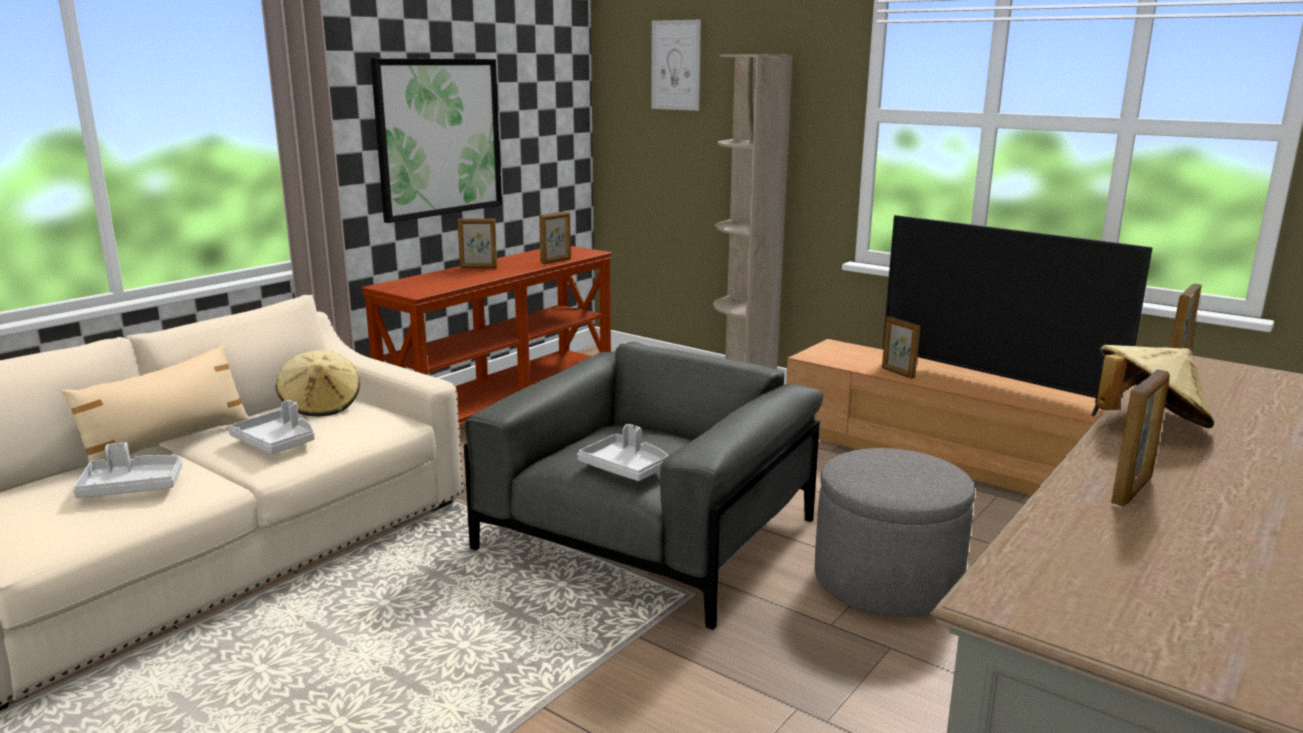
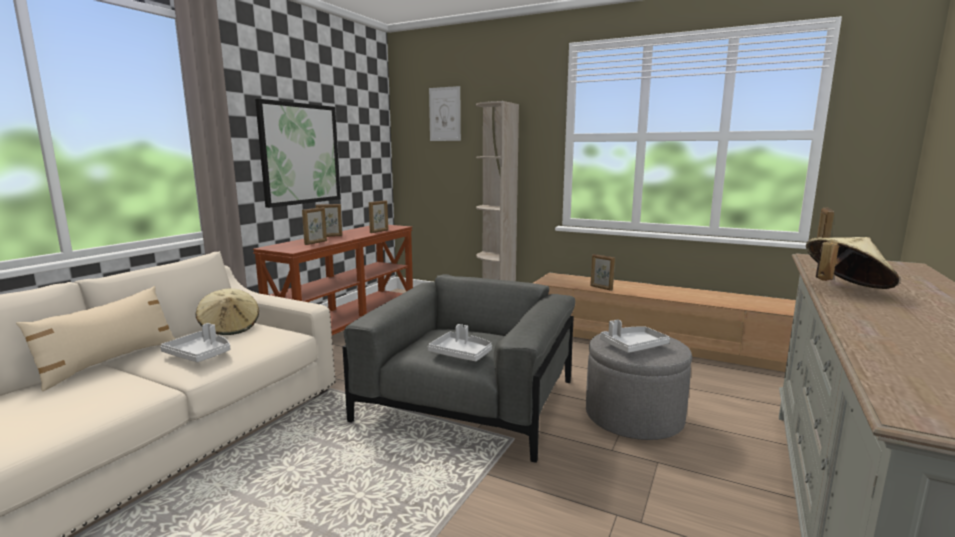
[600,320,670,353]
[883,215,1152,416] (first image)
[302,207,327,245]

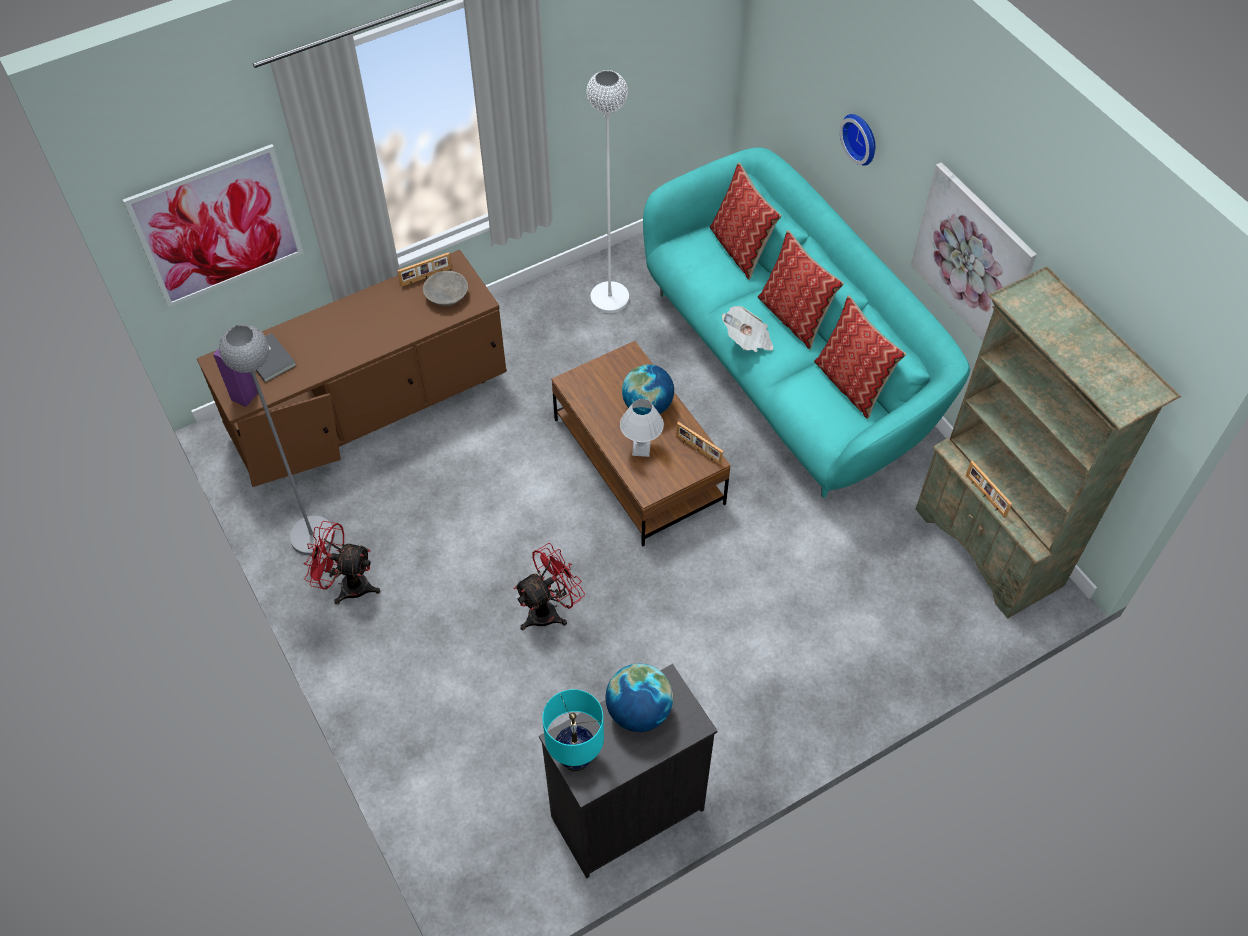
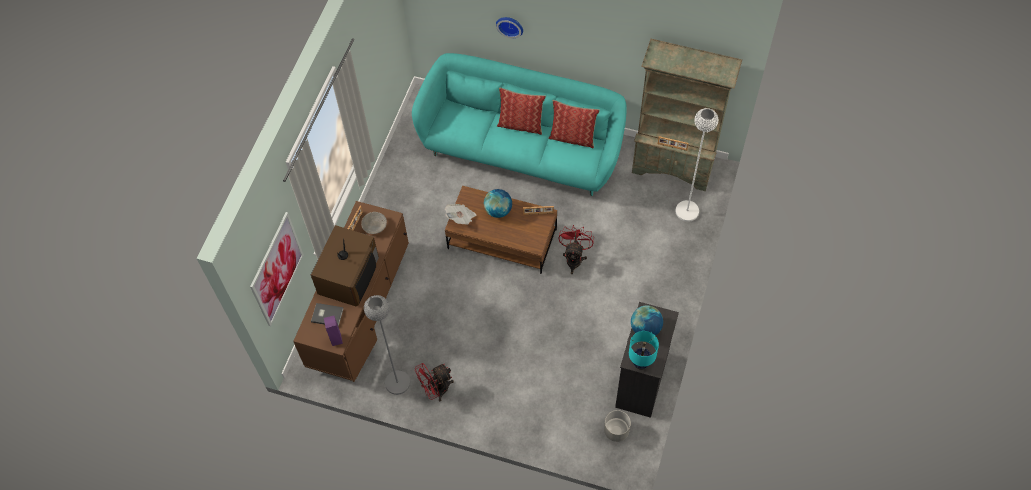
[559,225,594,274]
[676,108,718,222]
[620,399,664,457] (first image)
[710,163,782,280] (first image)
[445,204,476,225]
[911,162,1037,340] (first image)
[311,225,379,306]
[604,410,631,442]

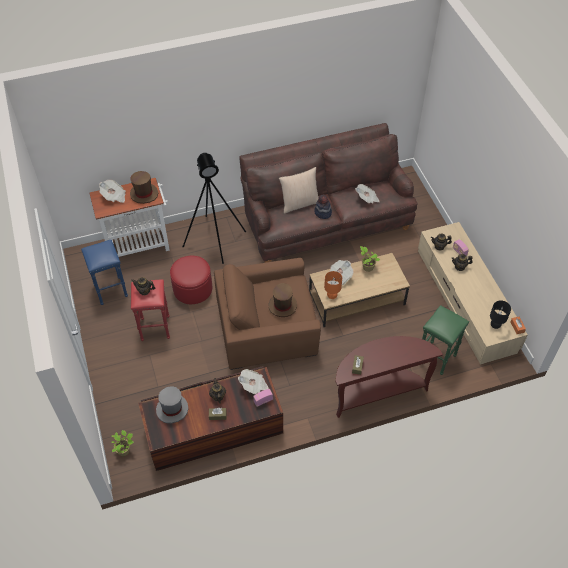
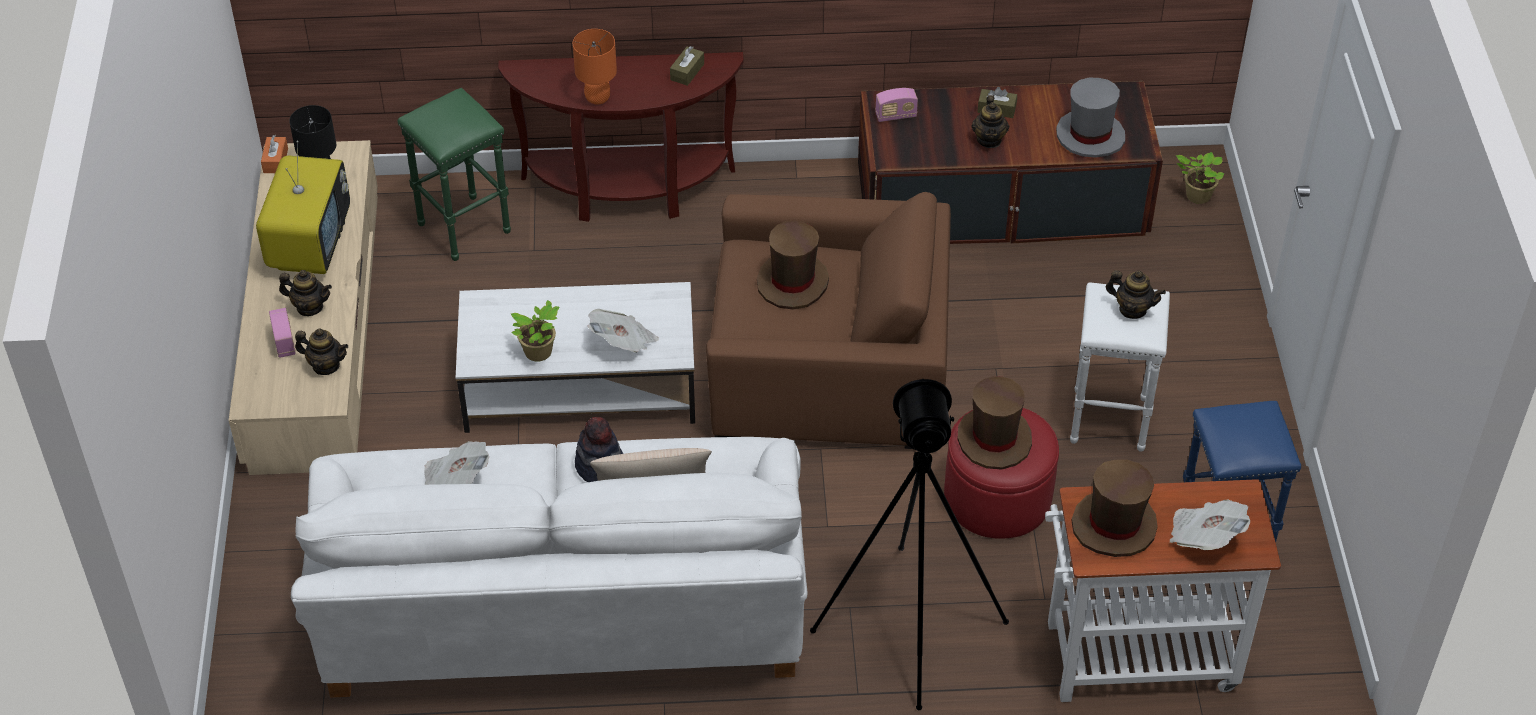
[1070,282,1170,452]
[238,369,269,394] (first image)
[291,437,808,698]
[456,282,695,433]
[573,29,617,105]
[256,141,350,274]
[957,376,1032,470]

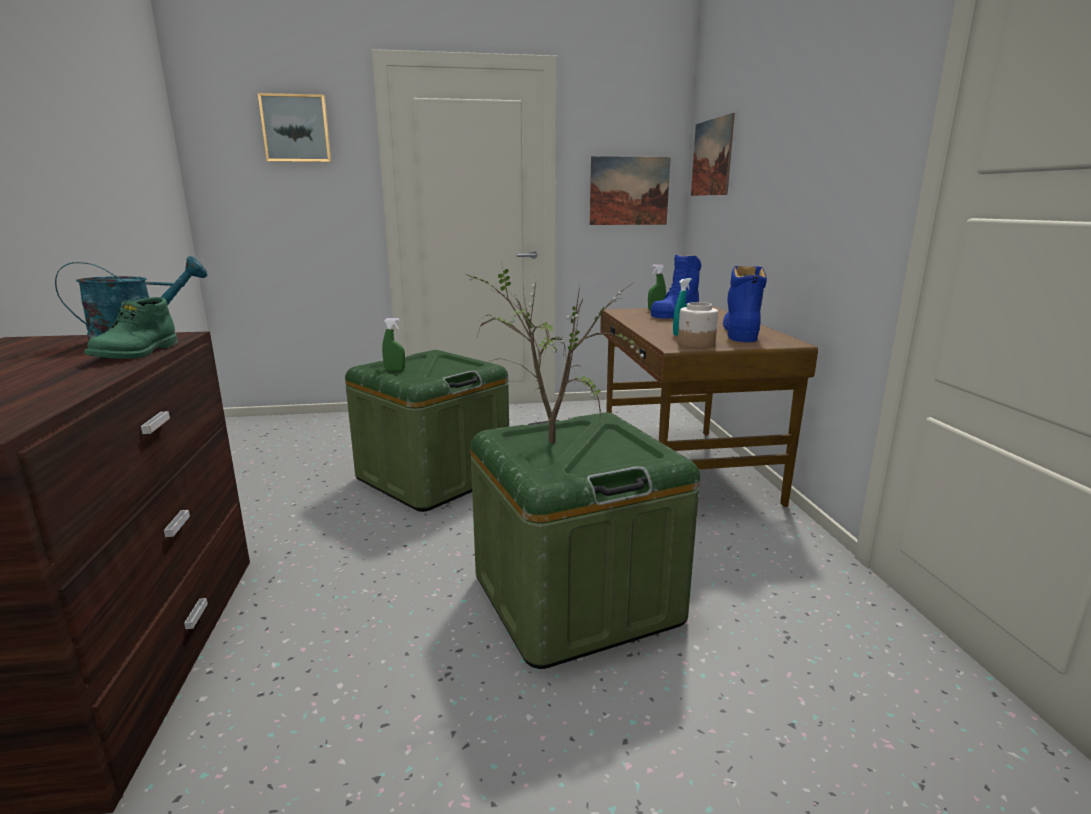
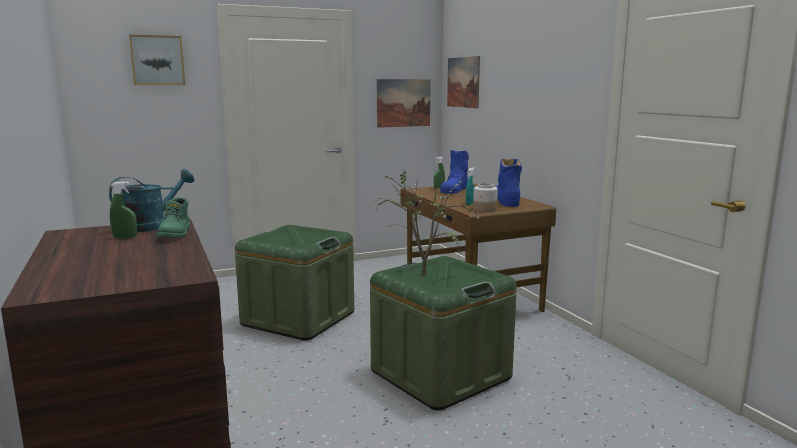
[110,181,137,238]

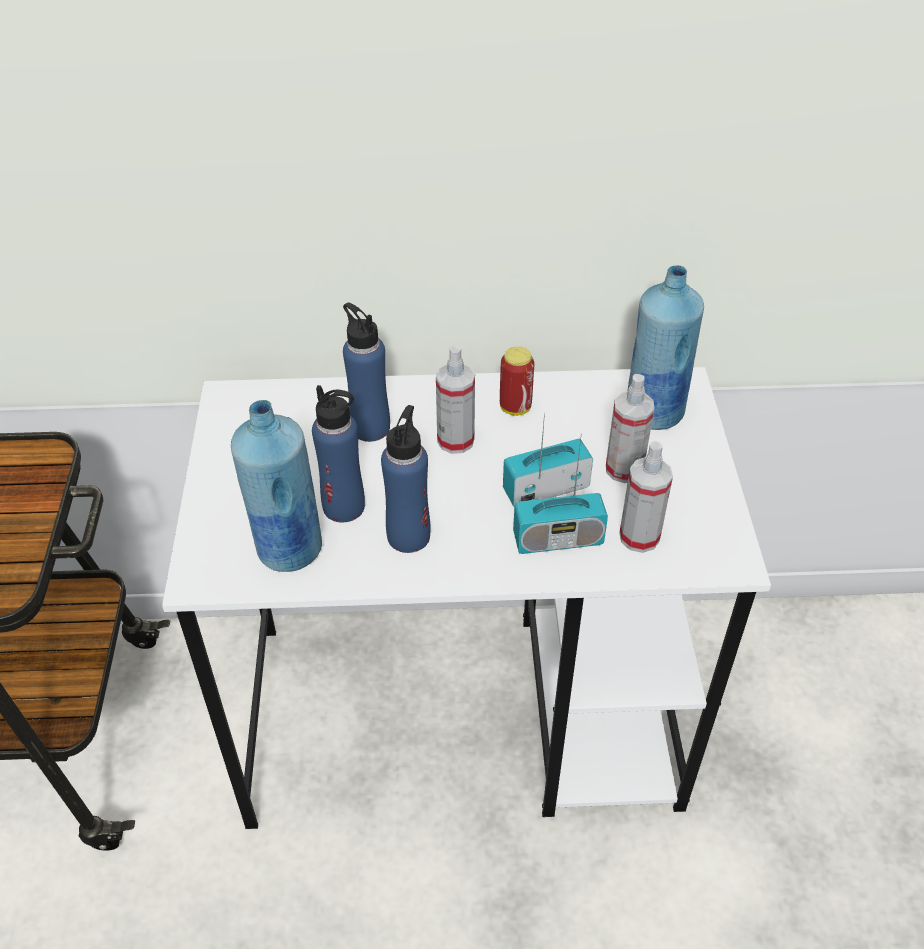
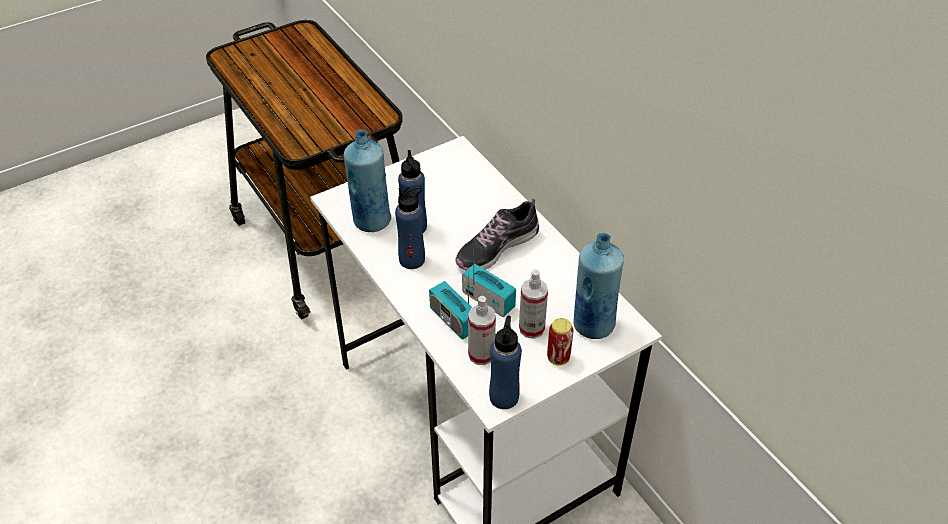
[489,316,522,409]
[455,198,539,270]
[547,318,573,366]

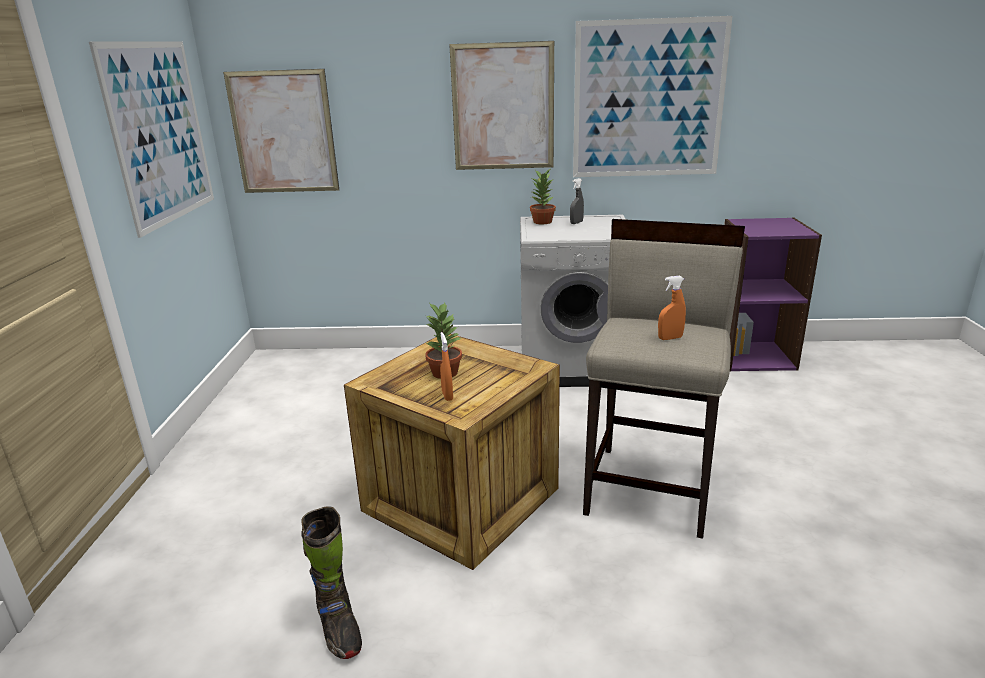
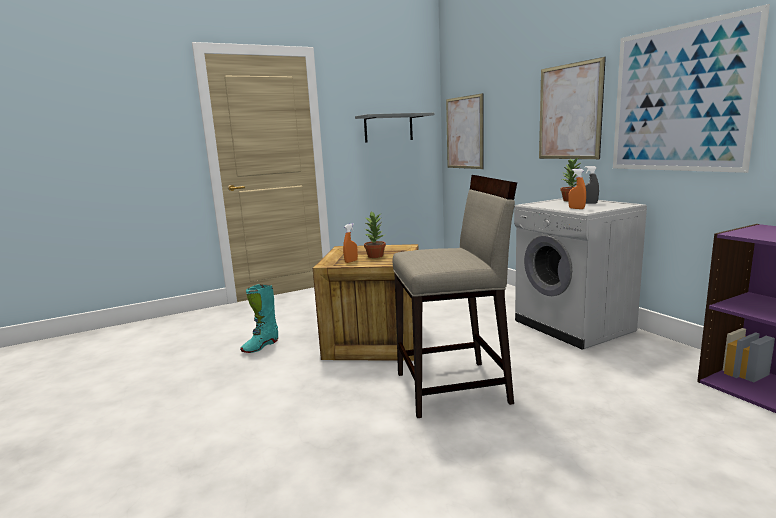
[355,113,434,142]
[240,284,278,353]
[568,169,586,209]

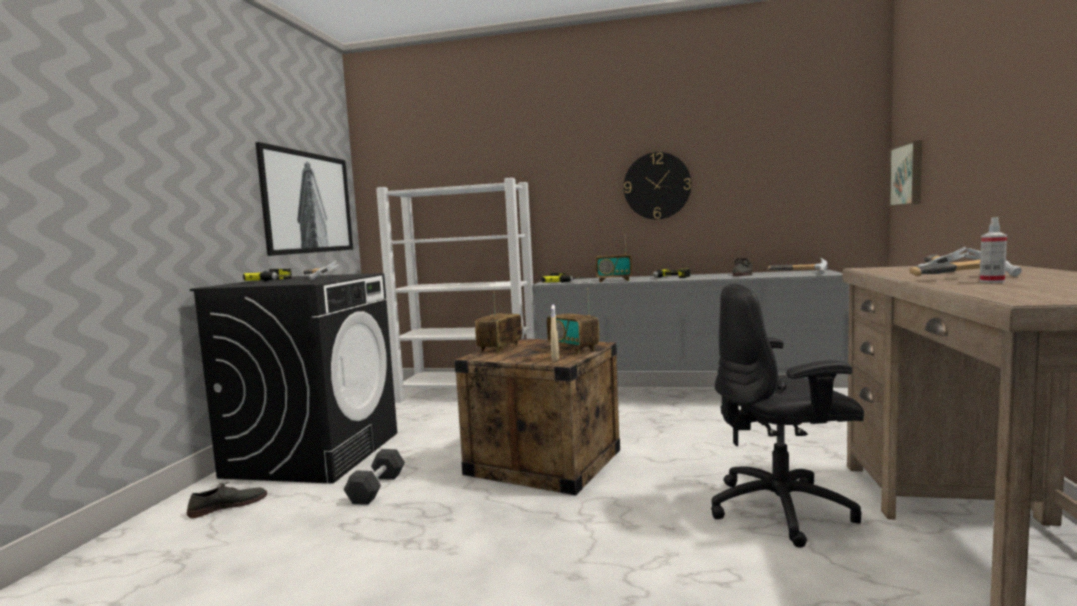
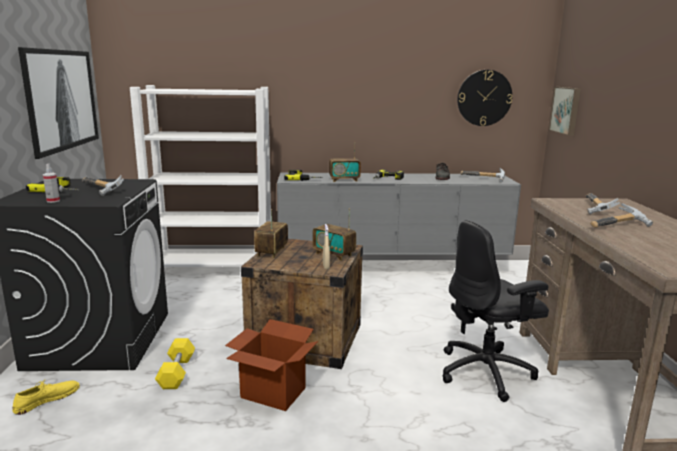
[12,379,80,415]
[155,338,195,389]
[457,70,512,126]
[43,164,60,203]
[225,319,318,411]

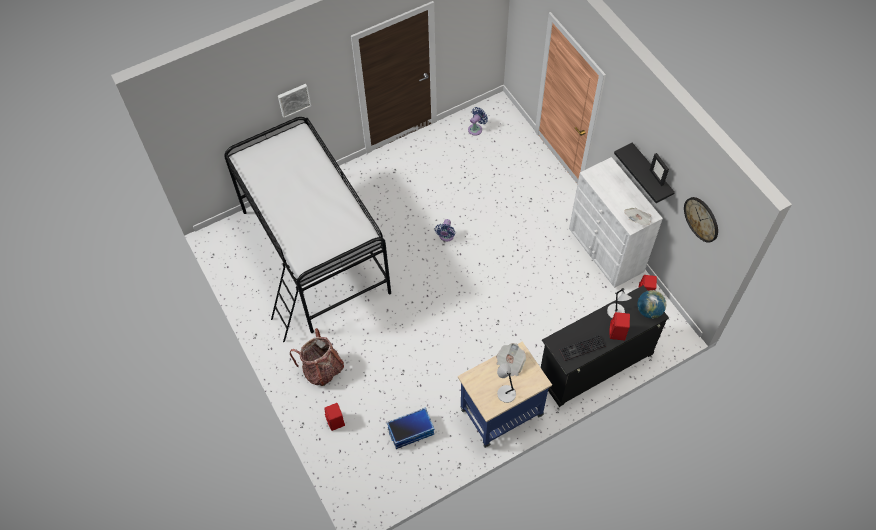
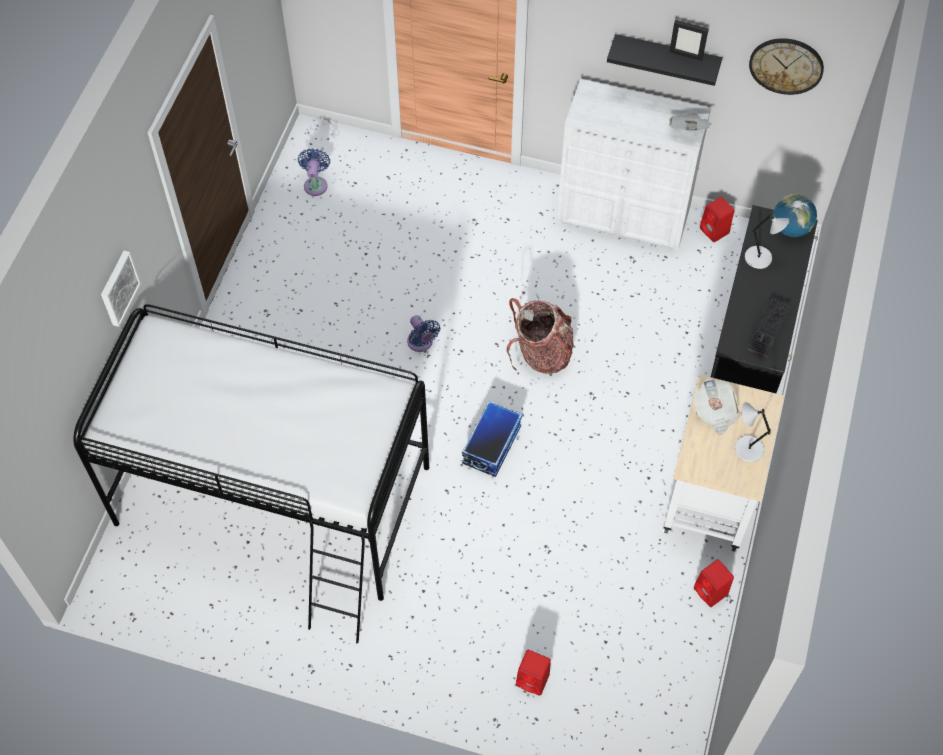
[506,298,574,374]
[462,400,523,477]
[663,374,784,552]
[694,559,734,607]

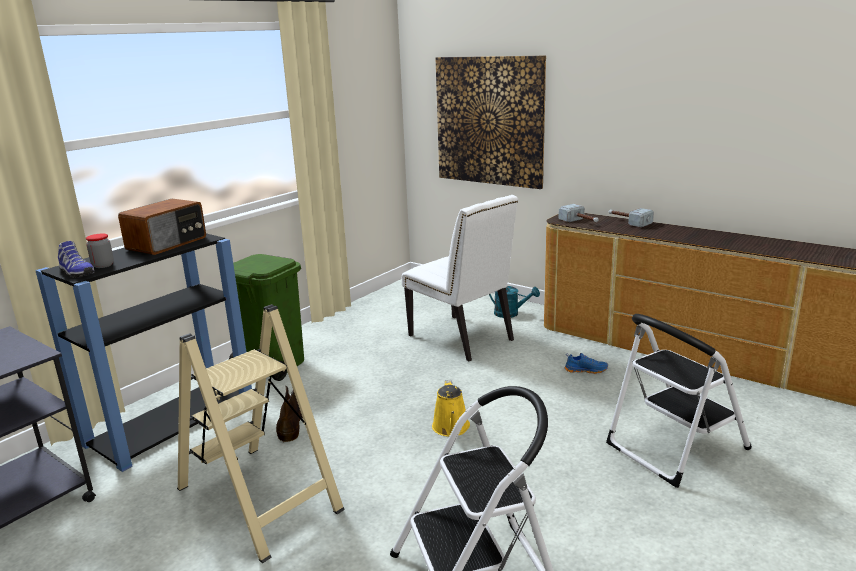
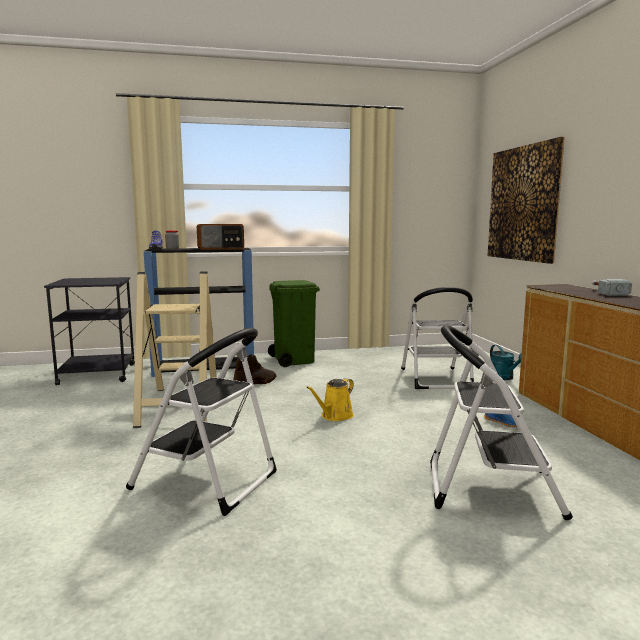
[401,287,474,389]
[558,204,598,222] (first image)

